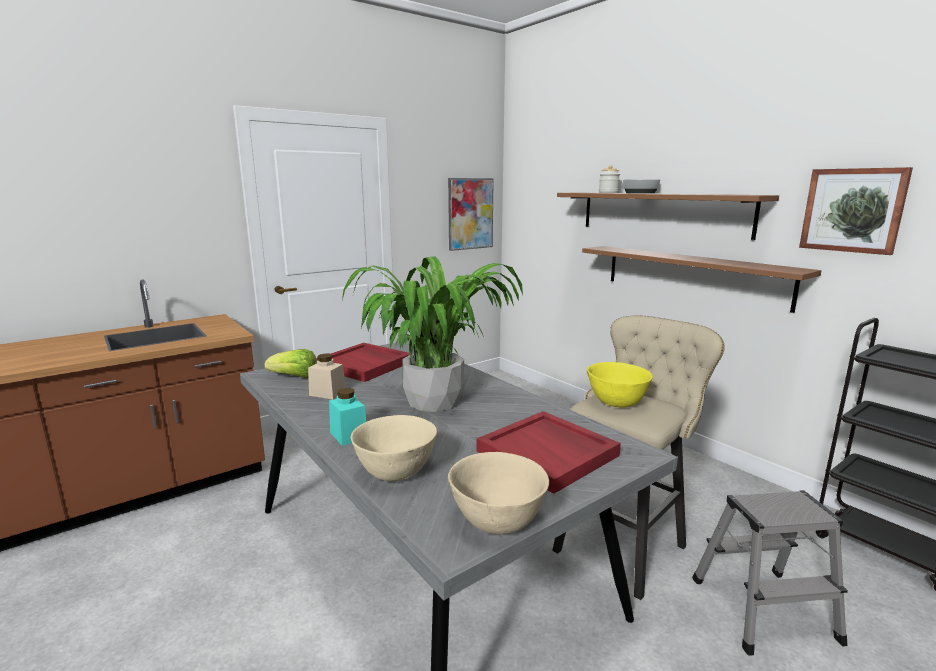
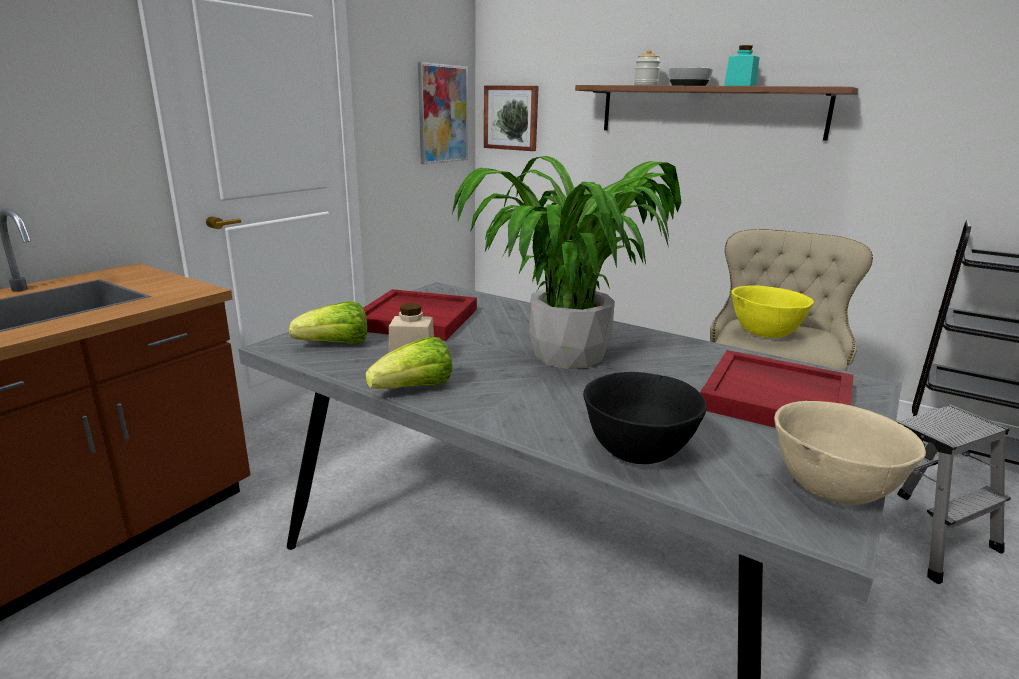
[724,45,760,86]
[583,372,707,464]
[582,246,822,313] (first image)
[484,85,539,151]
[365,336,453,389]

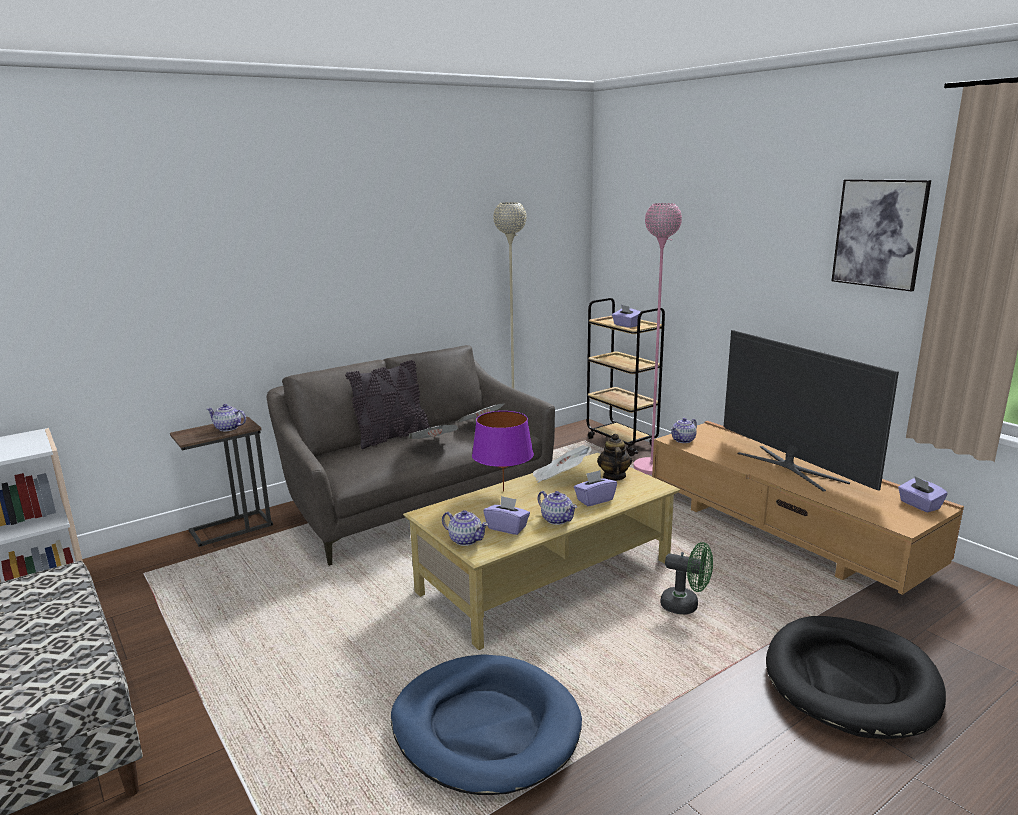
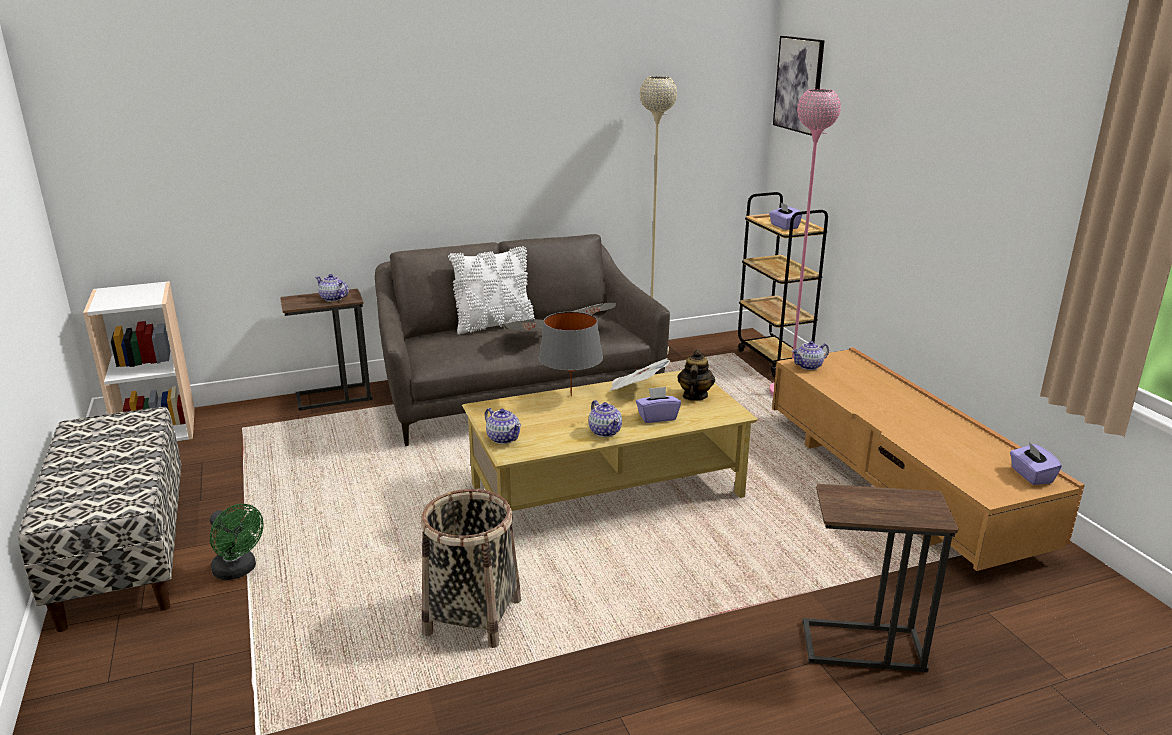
[448,246,535,335]
[421,489,521,648]
[539,311,603,396]
[483,496,530,535] (first image)
[210,504,263,580]
[724,330,899,492] (first image)
[802,484,958,673]
[773,36,825,136]

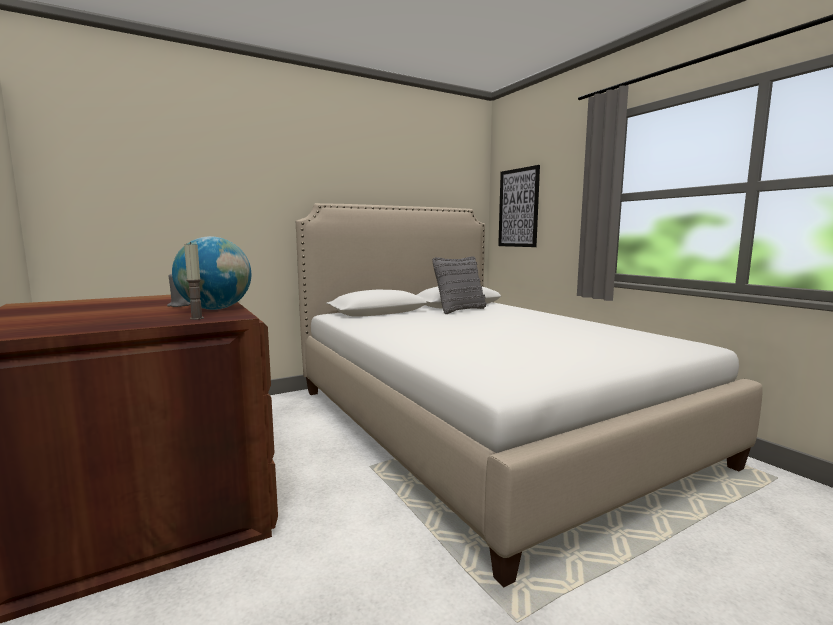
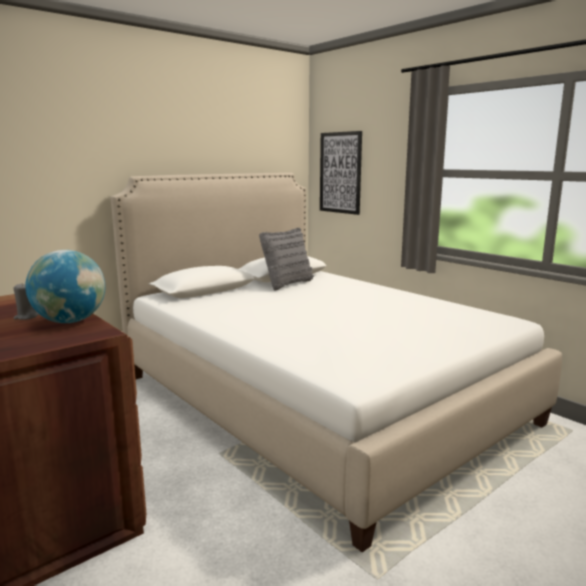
[184,242,204,320] (first image)

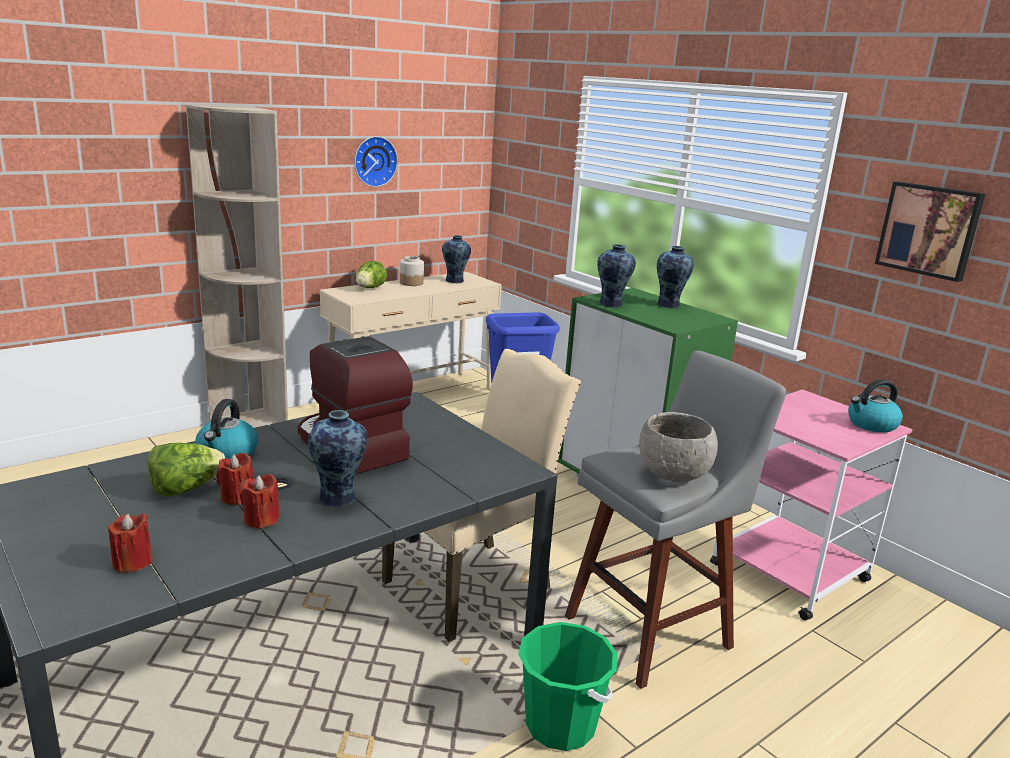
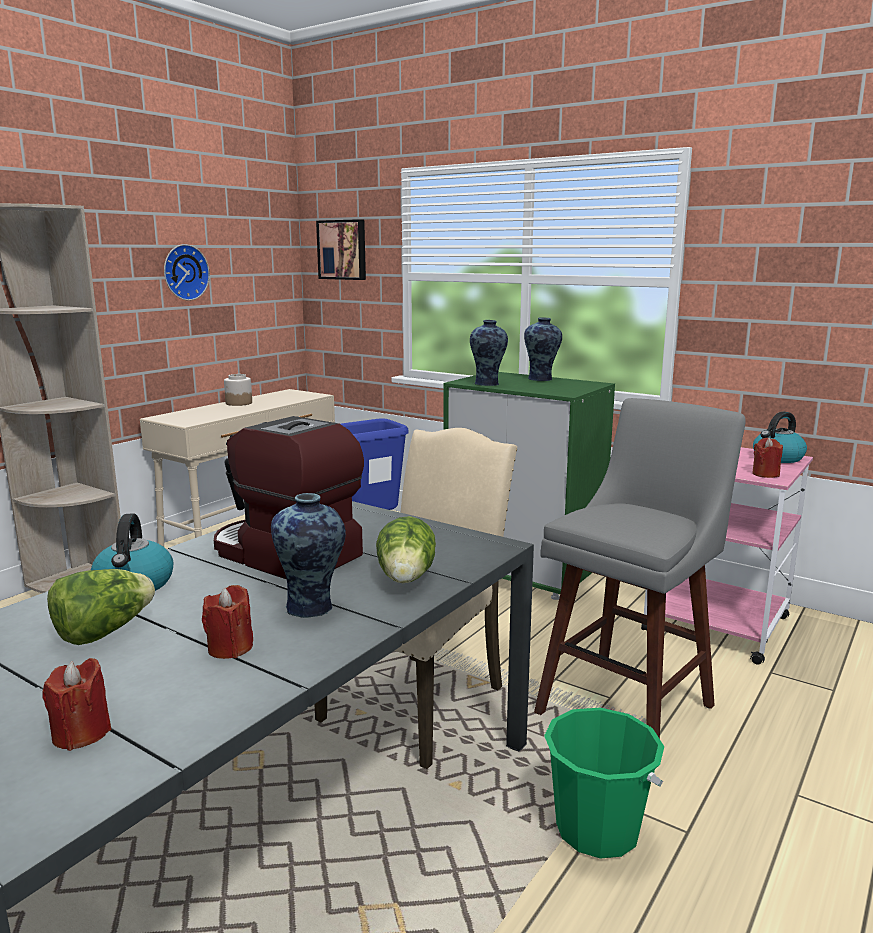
[752,437,783,478]
[376,516,436,583]
[442,235,471,283] (first image)
[639,412,718,482] (first image)
[316,219,366,280]

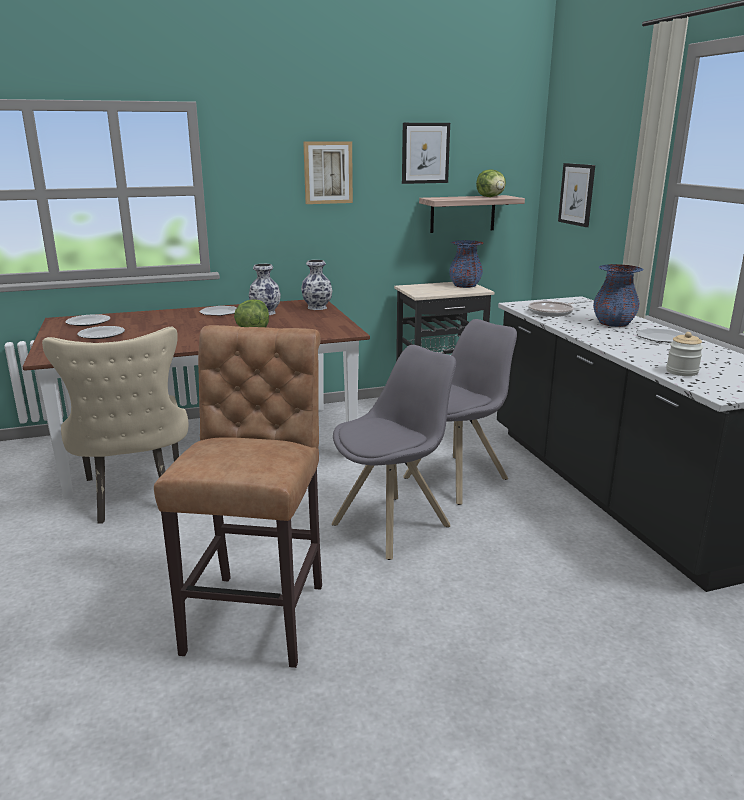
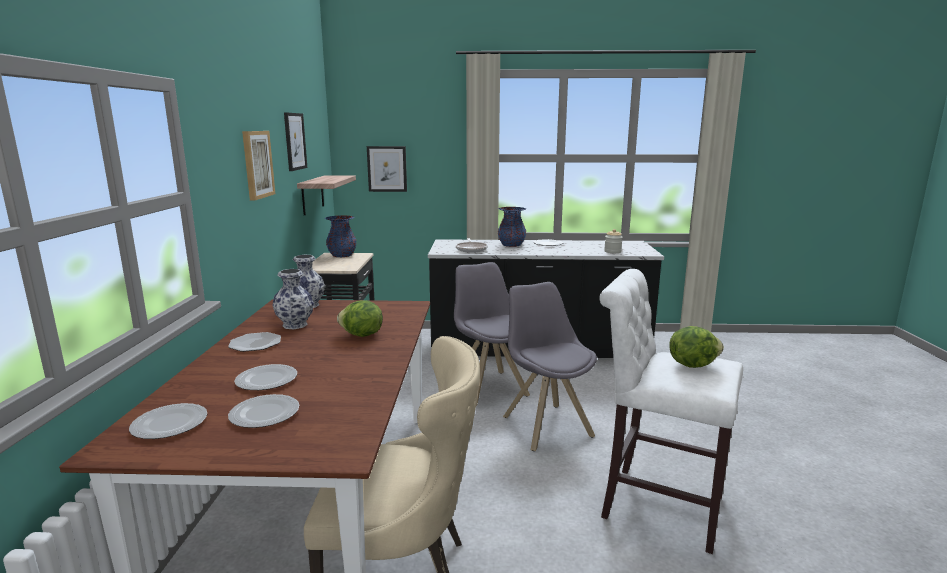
[599,269,743,554]
[669,326,724,368]
[234,364,297,390]

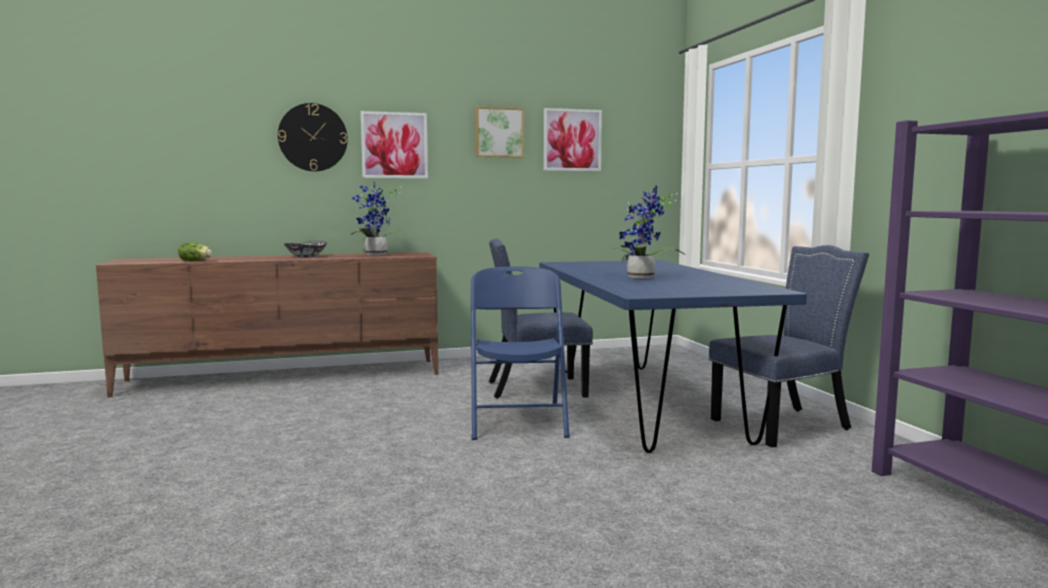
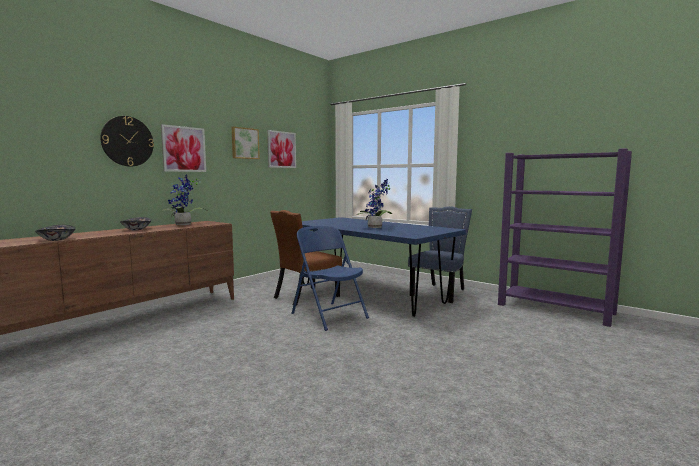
[35,225,76,241]
[270,210,342,305]

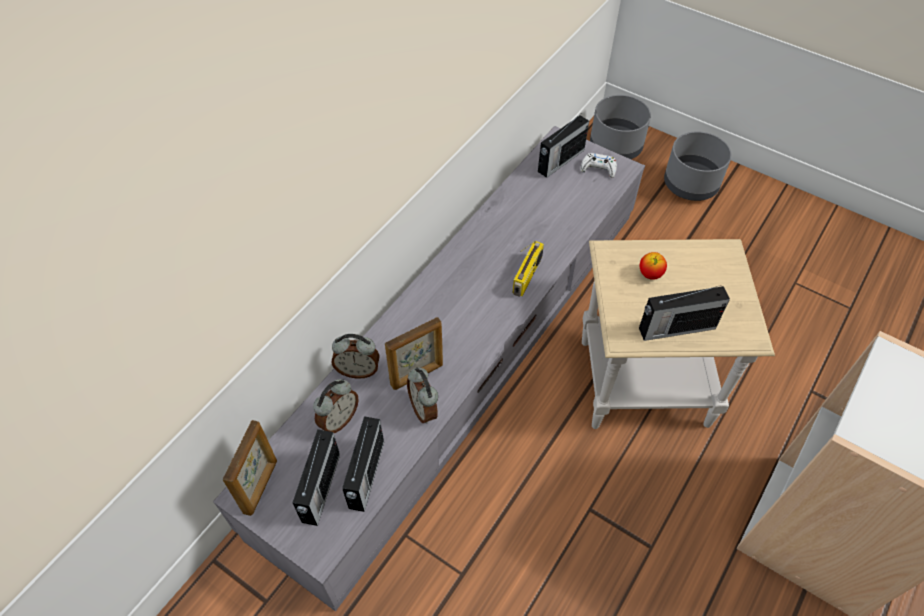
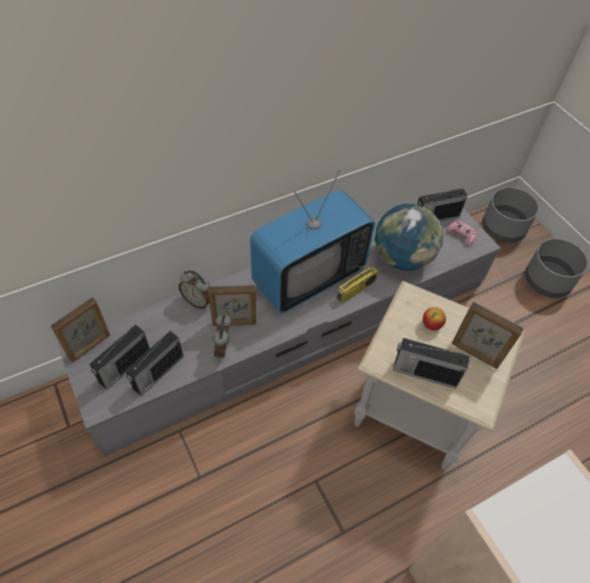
[313,379,359,433] (first image)
[446,221,477,247]
[250,170,375,314]
[375,204,443,271]
[452,302,524,369]

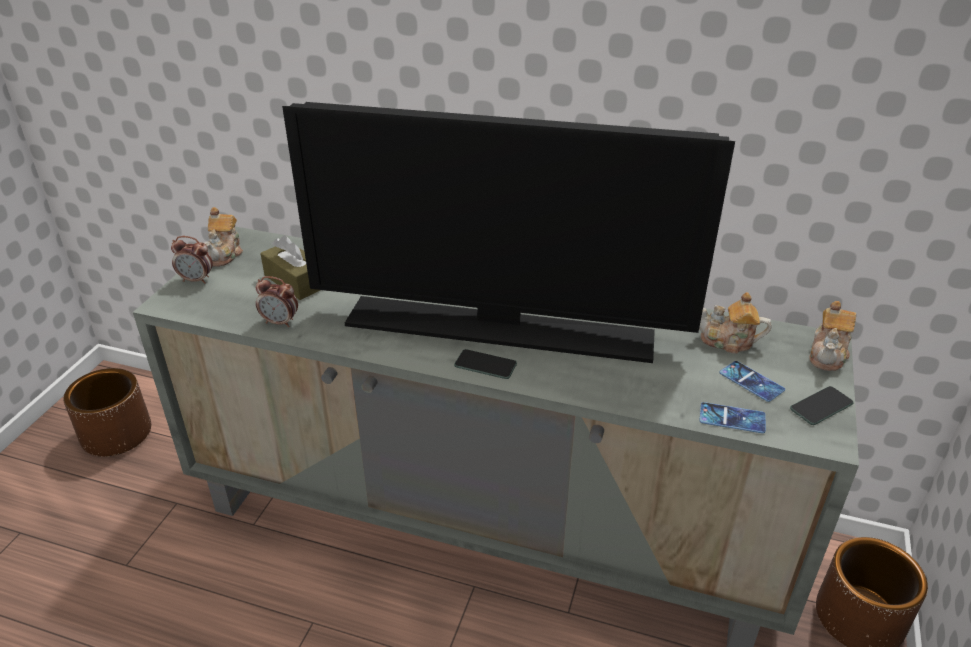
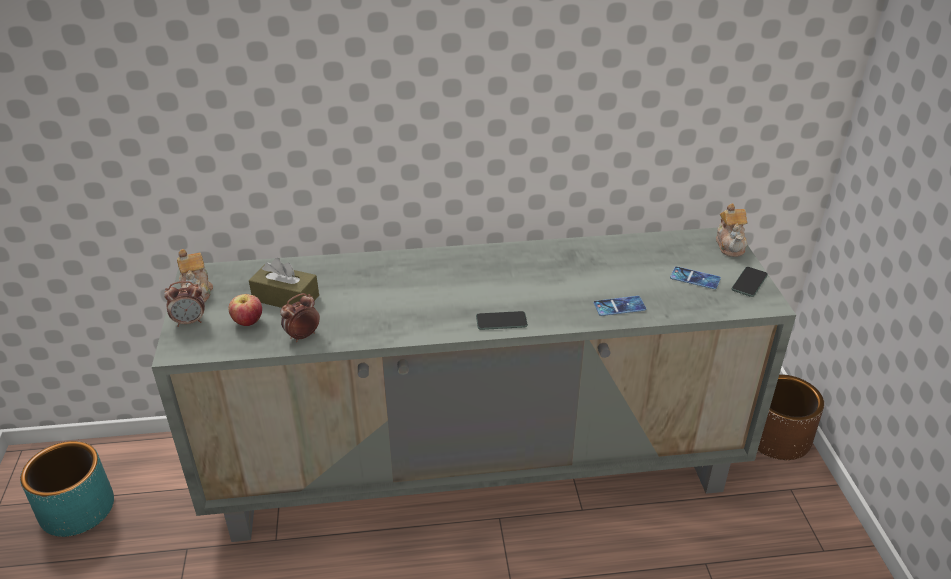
[20,441,114,537]
[280,293,320,342]
[282,102,735,363] (first image)
[699,292,771,354] (first image)
[594,296,646,316]
[228,294,262,326]

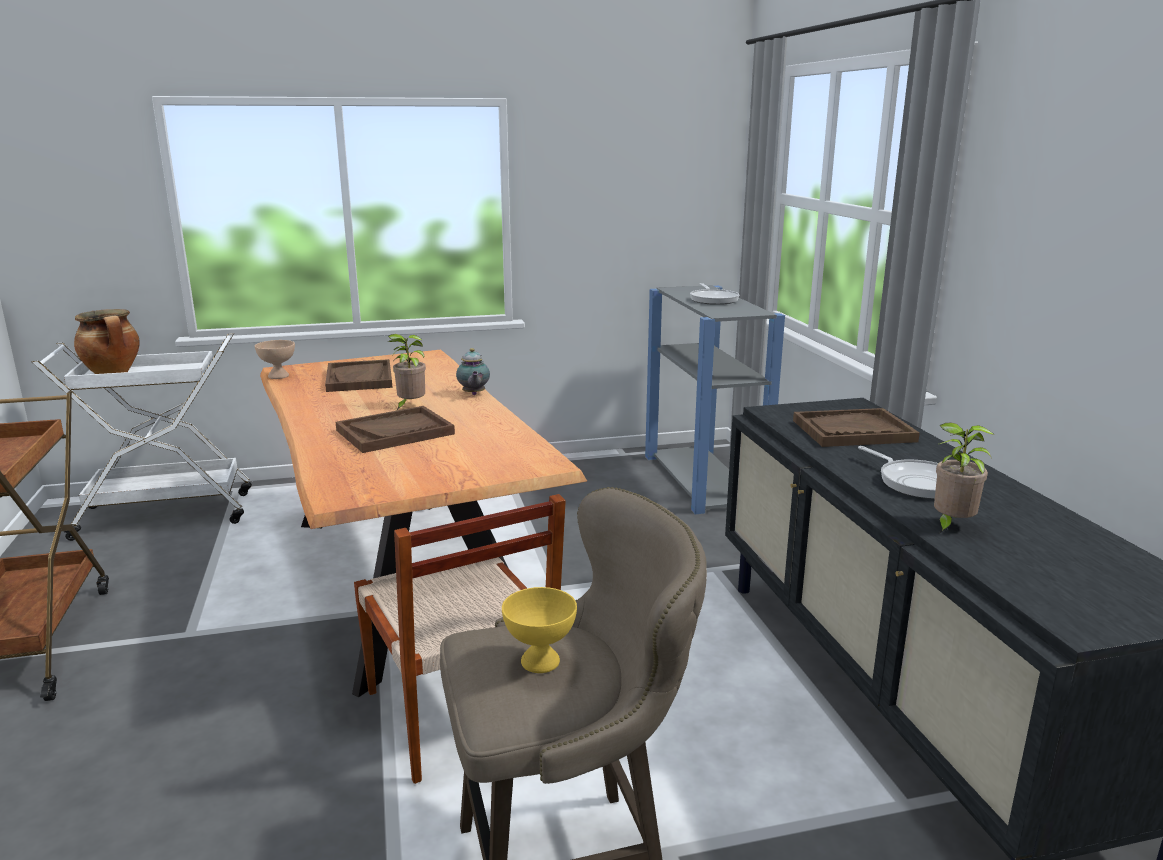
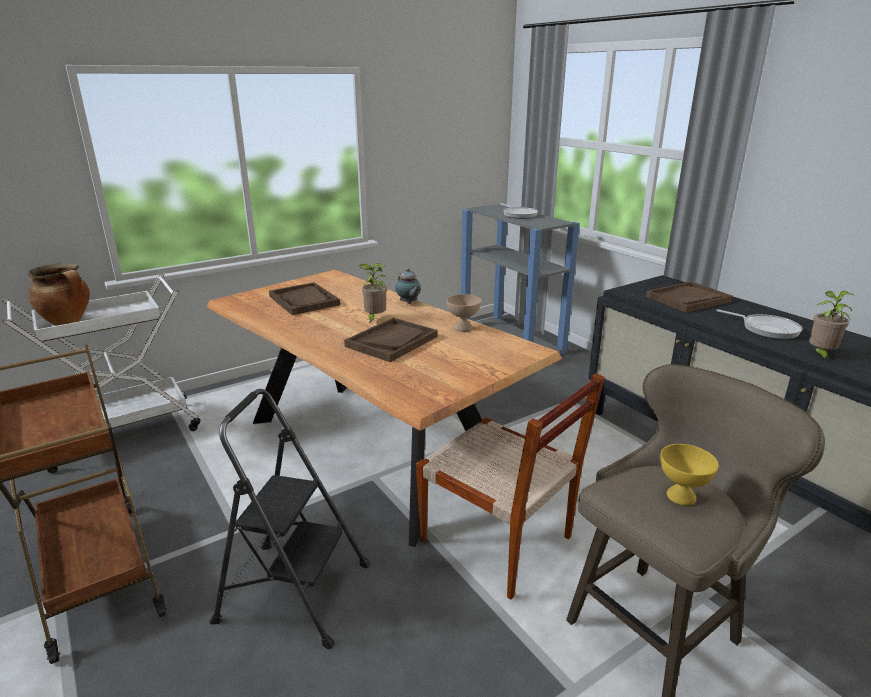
[447,294,481,331]
[209,389,371,649]

